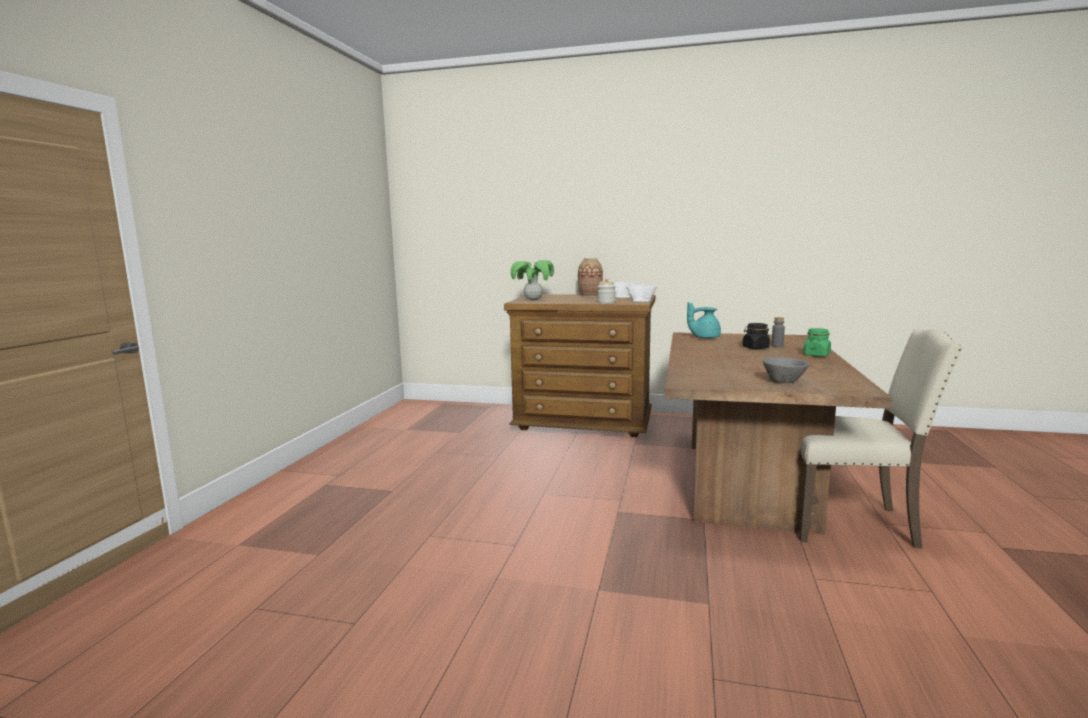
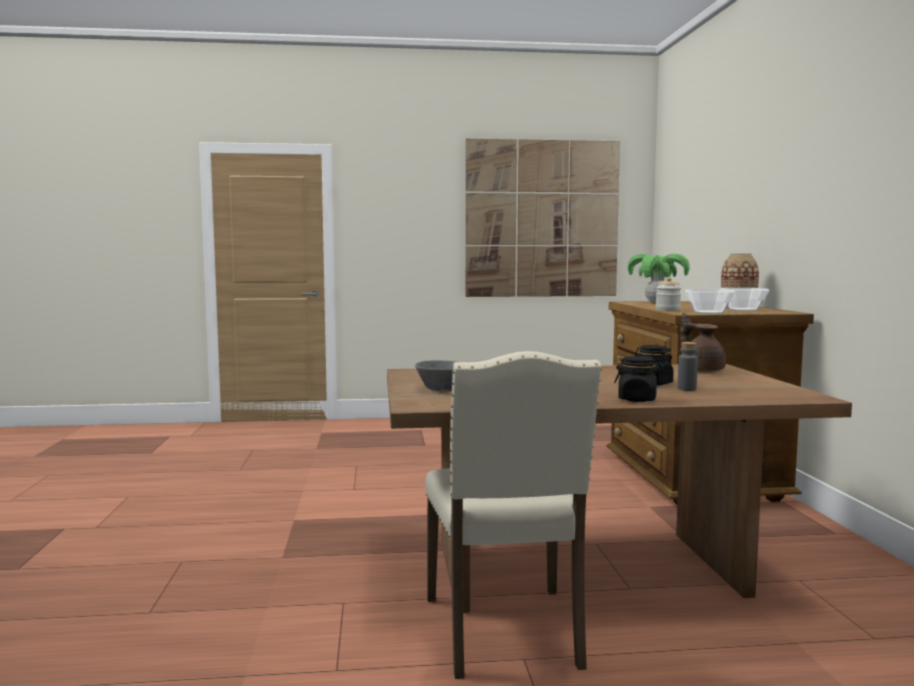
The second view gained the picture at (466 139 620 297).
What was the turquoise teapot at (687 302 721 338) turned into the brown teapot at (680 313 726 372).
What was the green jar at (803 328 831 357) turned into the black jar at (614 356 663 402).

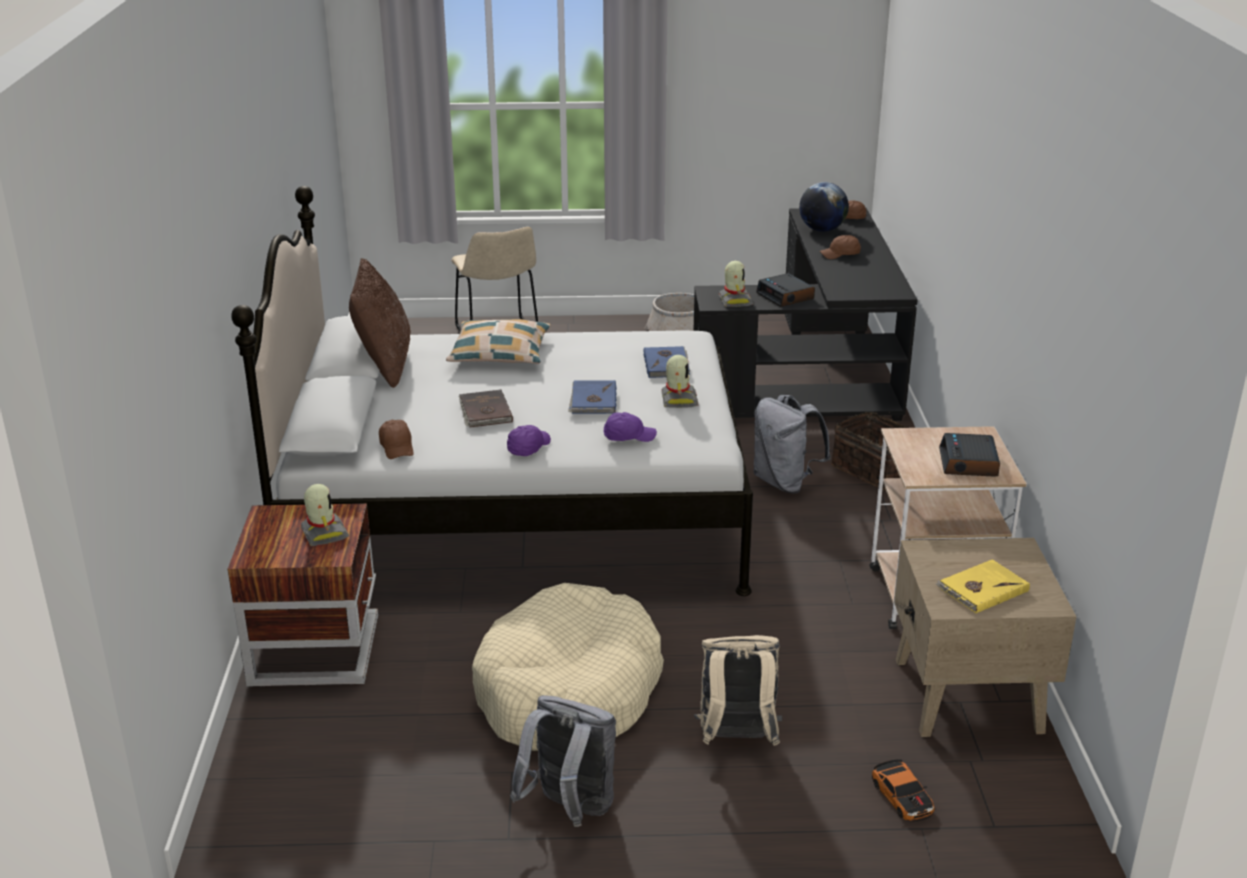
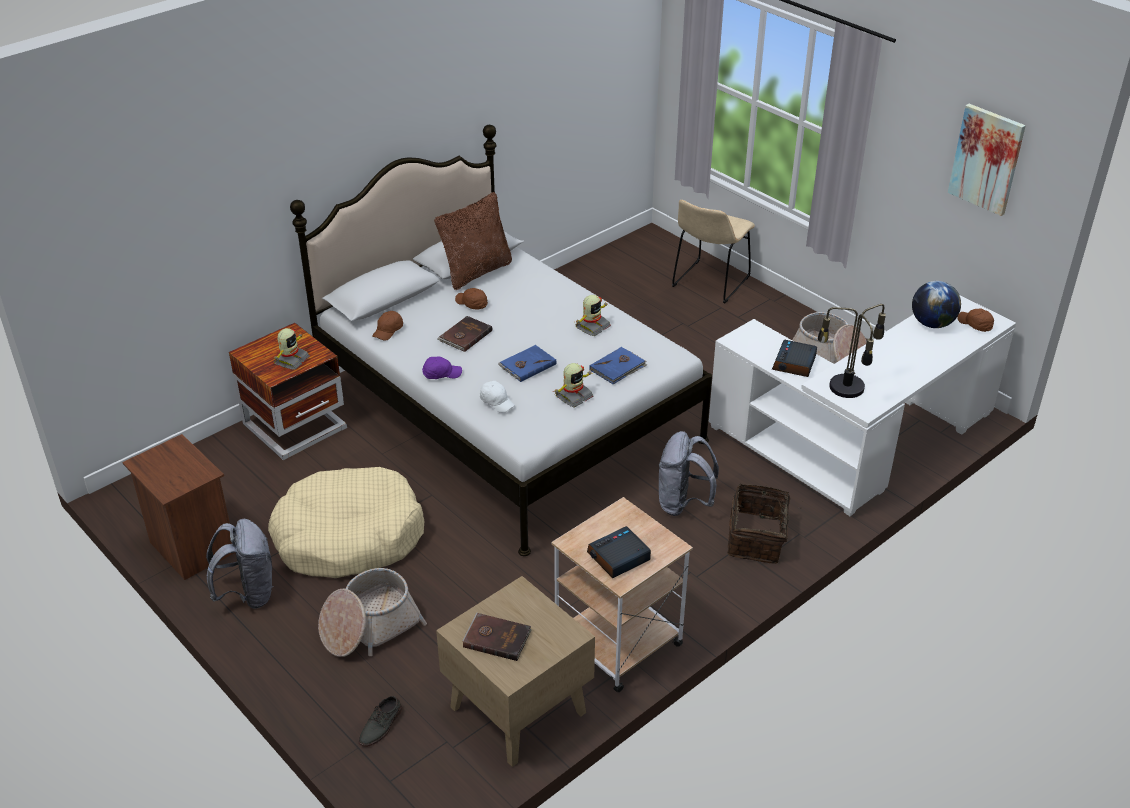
The second view lost the pillow at (446 319 551 364).
The second view gained the brown nightstand at (122 434 236 580).
The second view gained the table lamp at (818 304 886 398).
The second view gained the picture at (948 104 1026 216).
The toy robot ended up elsewhere, having gone from (719 261 754 307) to (575 295 611 336).
The brown cap ended up elsewhere, having gone from (820 235 861 259) to (455 288 488 310).
Where the beige backpack stood at (694 635 782 746), the basket came to stand at (318 568 427 657).
Where the toy car stood at (872 759 935 822), the grey shoe came to stand at (358 696 402 747).
What was the purple cap at (603 412 657 442) turned into the white cap at (480 381 515 413).
What was the black desk at (693 208 918 421) turned into the white desk at (709 295 1016 516).
What was the yellow book at (936 559 1030 613) turned into the brown book at (463 613 532 661).

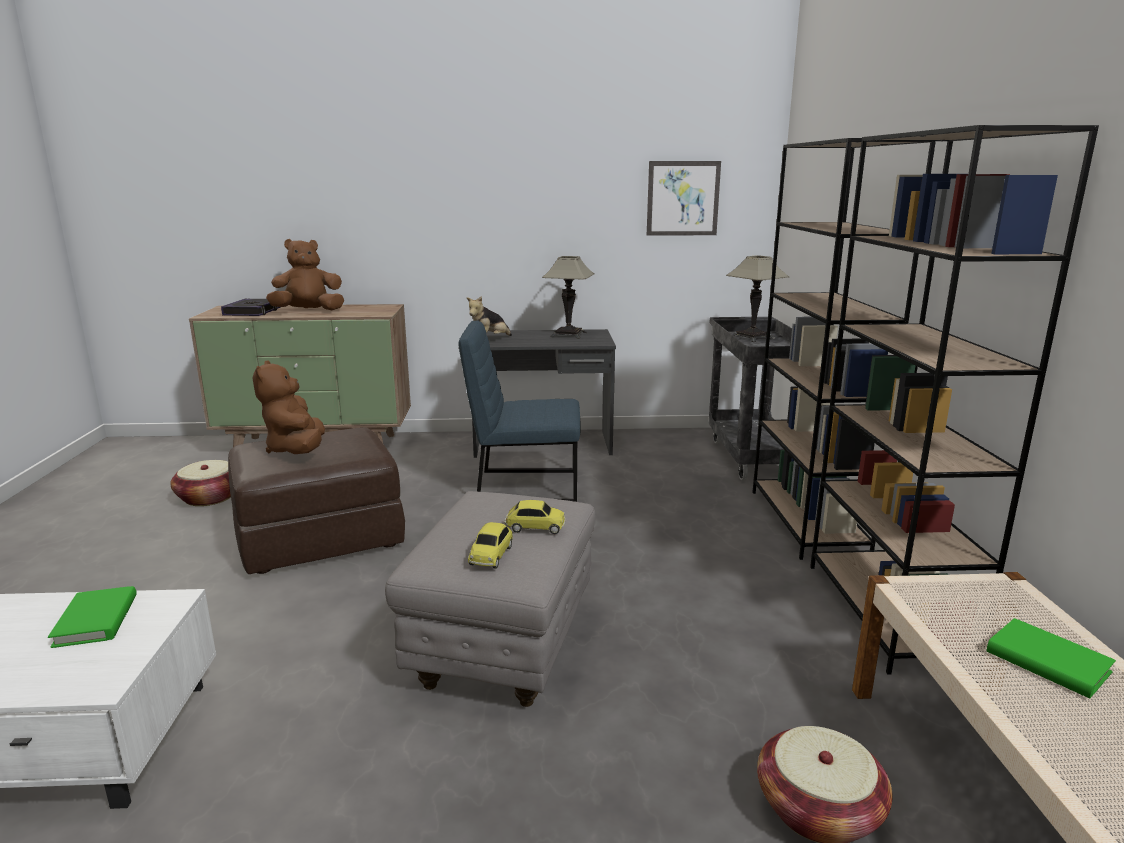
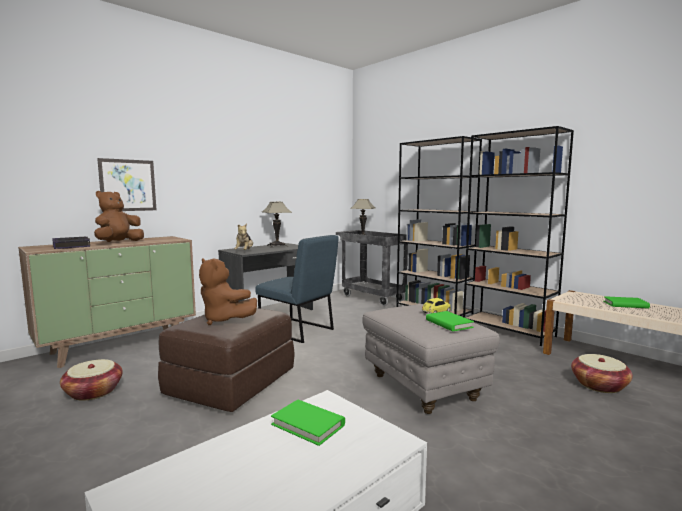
The picture ended up elsewhere, having gone from (647 161 721 236) to (97 158 156 212).
Where the toy car stood at (468 522 513 569), the green book came to stand at (426 311 474 331).
The blue chair at (459 320 581 502) ended up facing another way, 105 degrees counterclockwise from before.

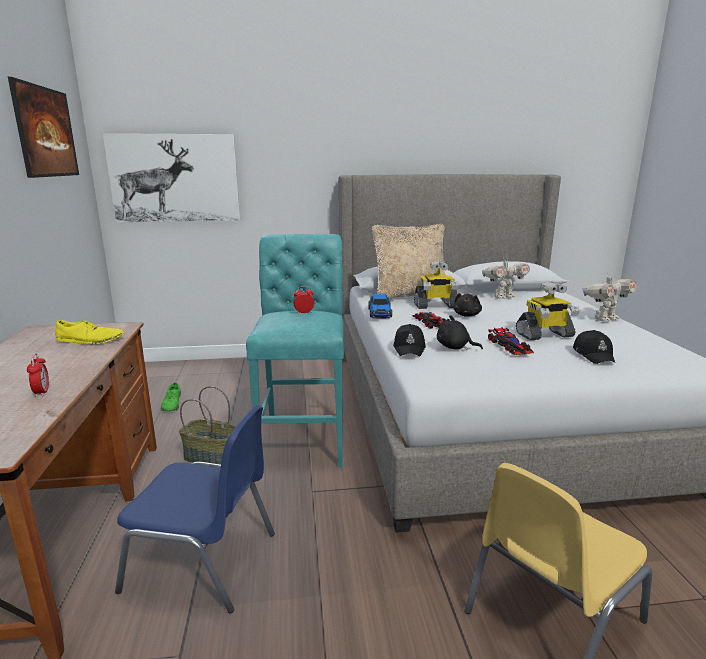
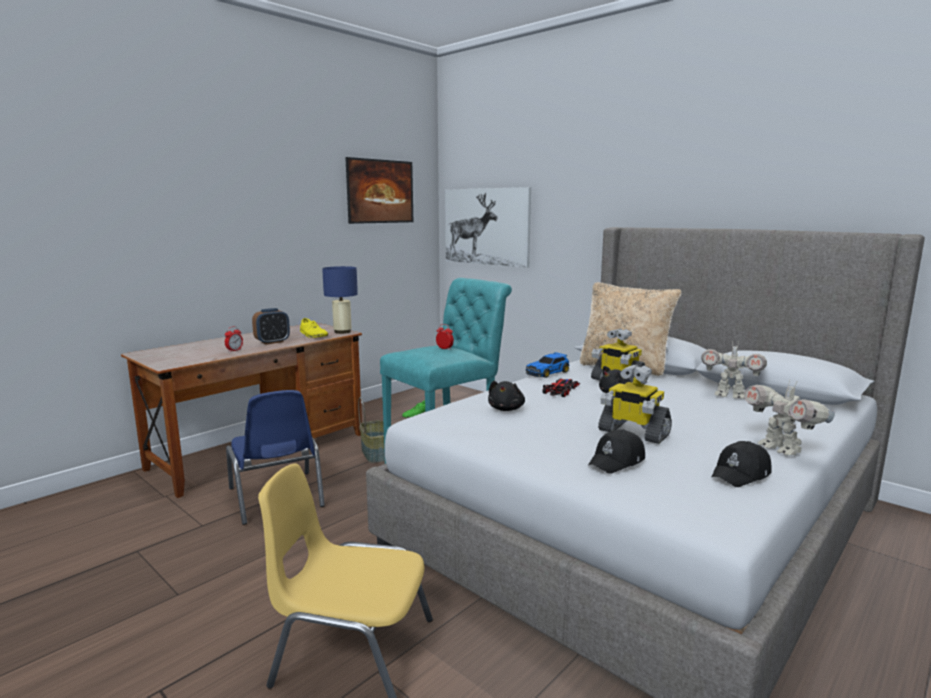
The second view lost the toy car at (488 327 534 355).
The second view gained the alarm clock at (252 308 290 345).
The second view gained the blue table lamp at (322 266 358 334).
The black cap ended up elsewhere, having gone from (393 324 426 356) to (711 441 772 487).
The black plush toy at (437 315 483 350) ended up facing another way, 150 degrees counterclockwise from before.
The toy robot at (582 272 637 322) ended up facing another way, 45 degrees clockwise from before.

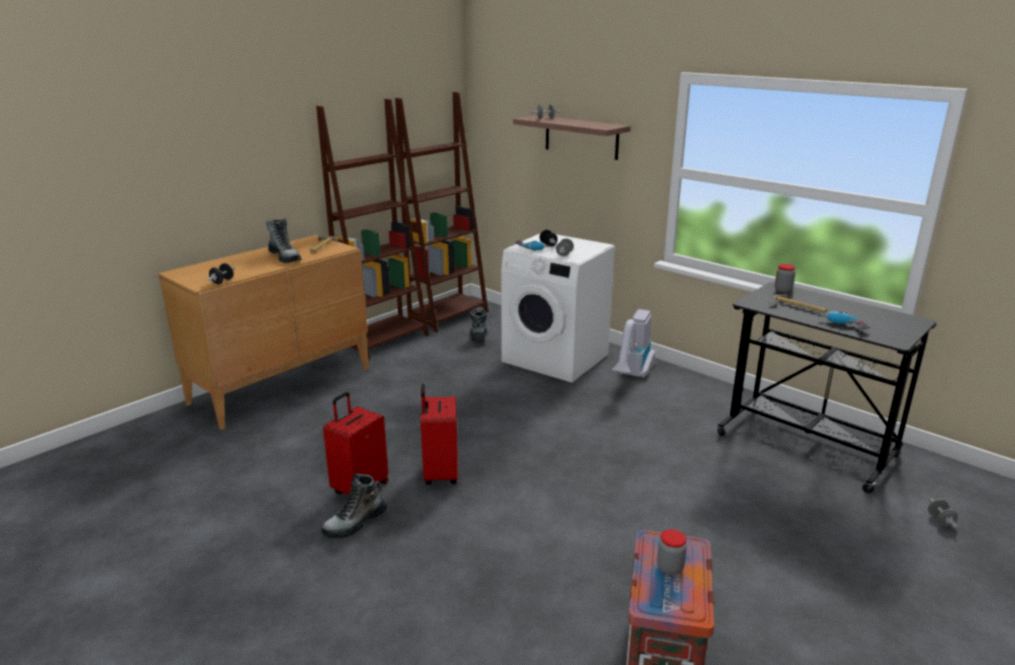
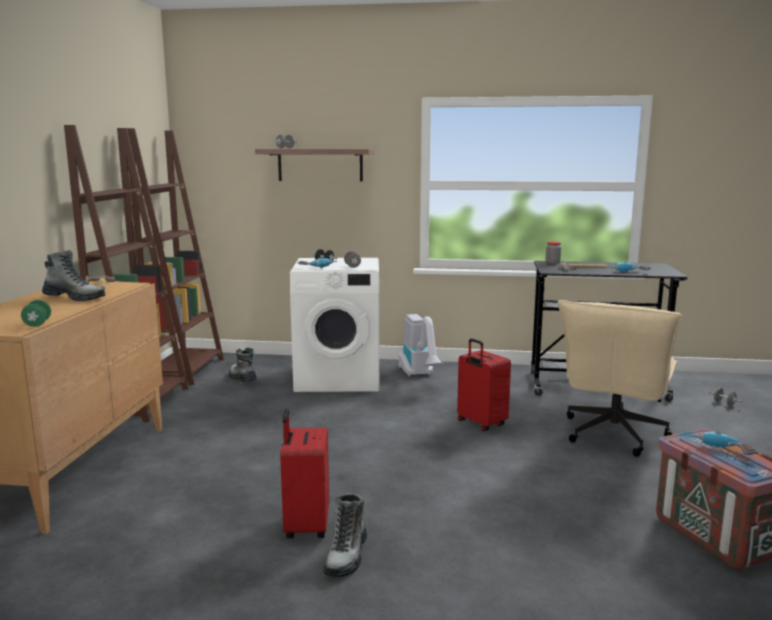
The second view gained the beige office chair at (557 300 682 457).
The red suitcase ended up elsewhere, having gone from (420 384 458 485) to (457 338 511 431).
Where the jar stood at (657 529 687 575), the power drill came to stand at (688 431 758 455).
What was the black dumbbell at (207 263 235 284) turned into the green dumbbell at (21 300 51 327).

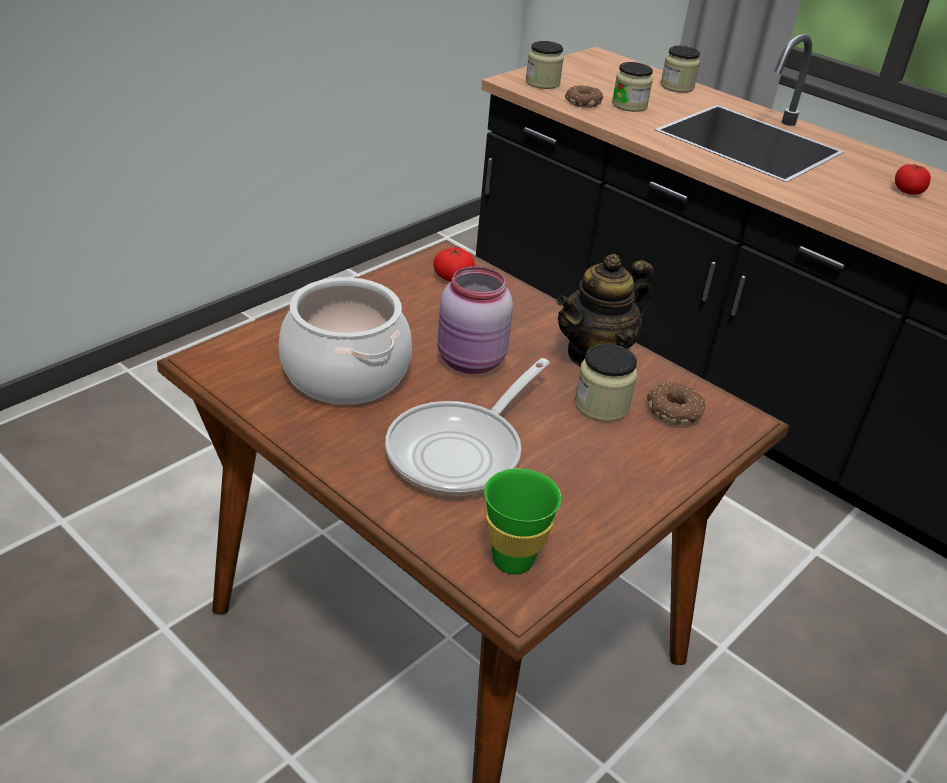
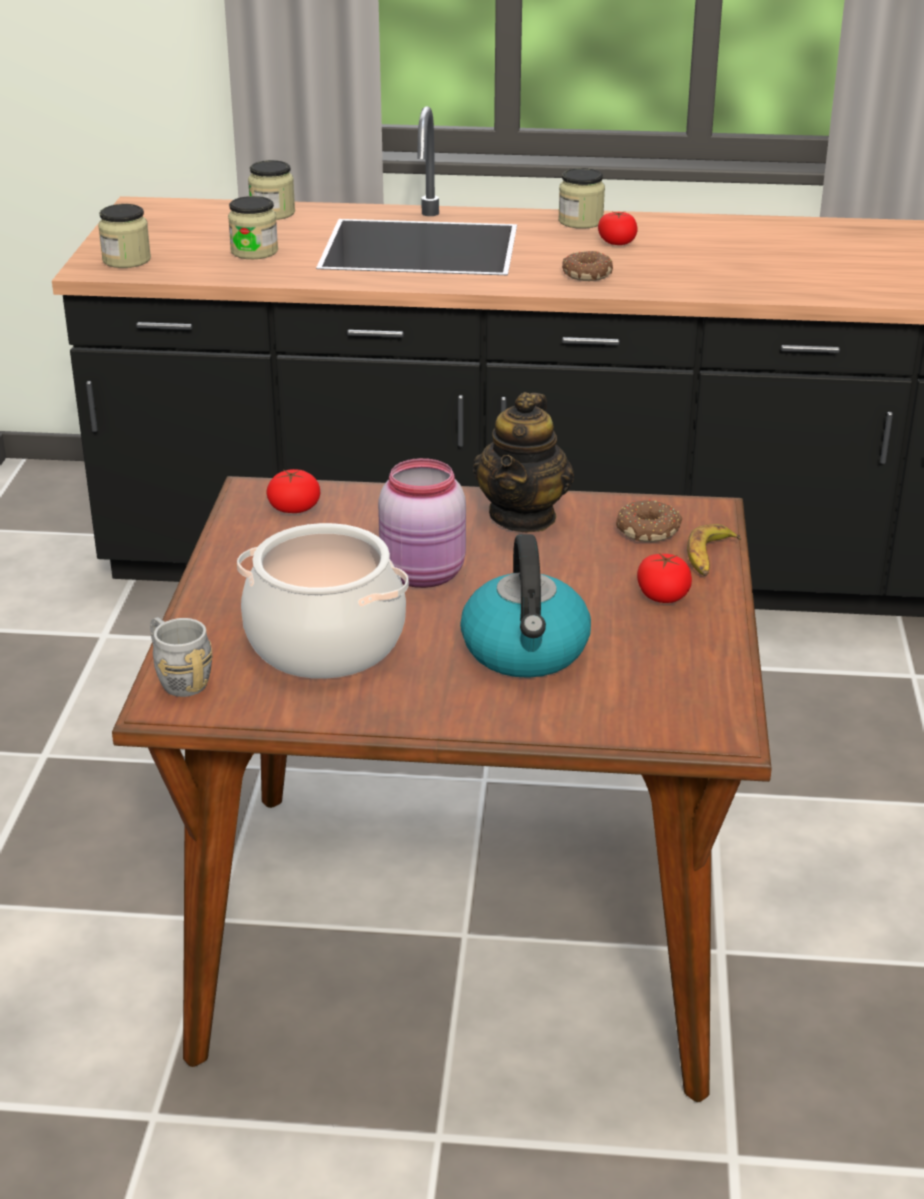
The second view lost the green cup at (484 468 561 574).
The second view gained the grey mug at (150 617 213 697).
The second view gained the tomato at (637 552 692 603).
The second view gained the banana at (687 524 741 576).
The donut ended up elsewhere, having gone from (565 85 603 108) to (562 251 613 281).
The jar ended up elsewhere, having gone from (575 344 637 422) to (558 168 605 229).
Where the frying pan stood at (385 358 550 496), the kettle came to stand at (460 534 591 678).

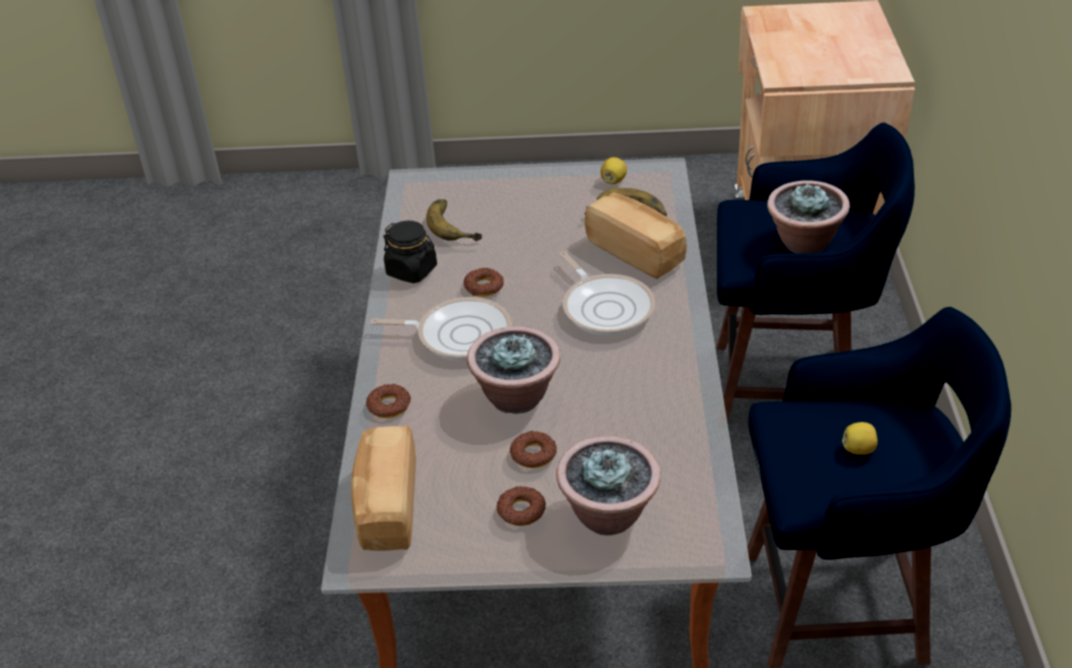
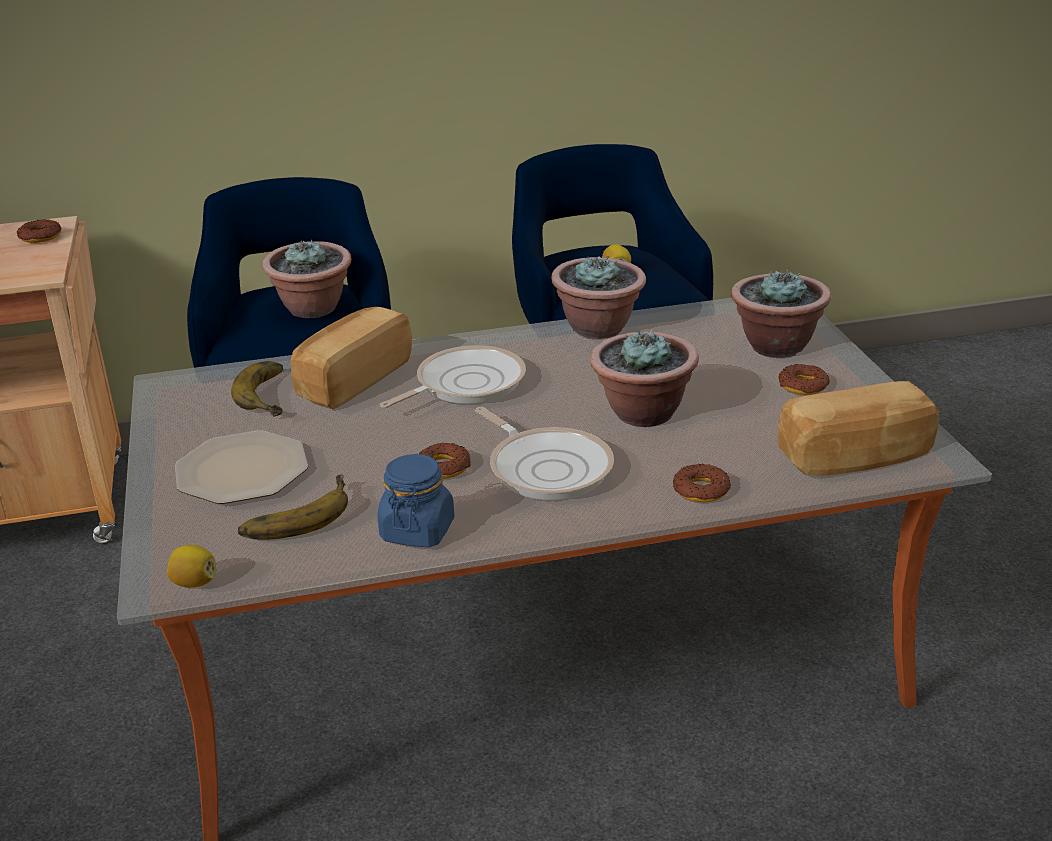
The second view gained the plate at (175 431 308 504).
The second view gained the potted plant at (551 256 646 339).
The donut ended up elsewhere, having gone from (510 431 557 468) to (17 219 61 243).
The lemon ended up elsewhere, having gone from (601 157 627 184) to (167 545 216 587).
What was the black jar at (383 221 437 283) turned into the blue jar at (377 454 454 547).
The frying pan at (370 297 511 361) ended up facing another way, 150 degrees clockwise from before.

